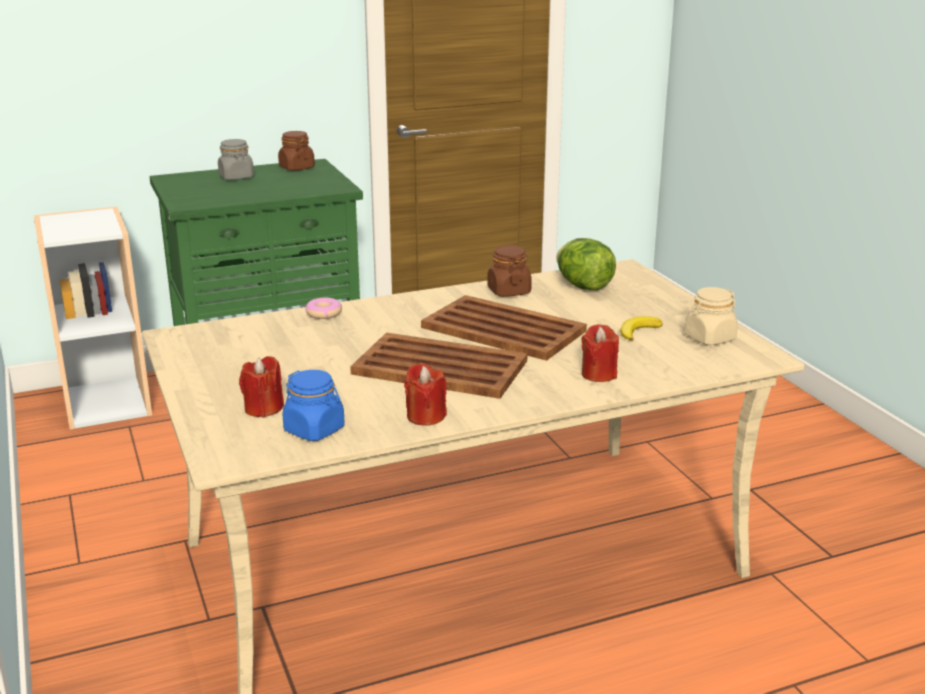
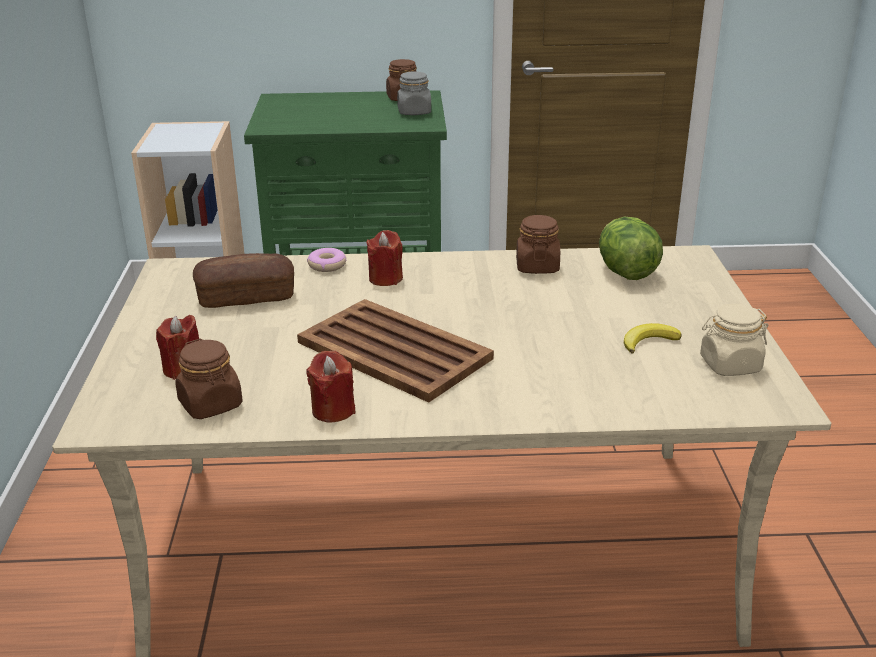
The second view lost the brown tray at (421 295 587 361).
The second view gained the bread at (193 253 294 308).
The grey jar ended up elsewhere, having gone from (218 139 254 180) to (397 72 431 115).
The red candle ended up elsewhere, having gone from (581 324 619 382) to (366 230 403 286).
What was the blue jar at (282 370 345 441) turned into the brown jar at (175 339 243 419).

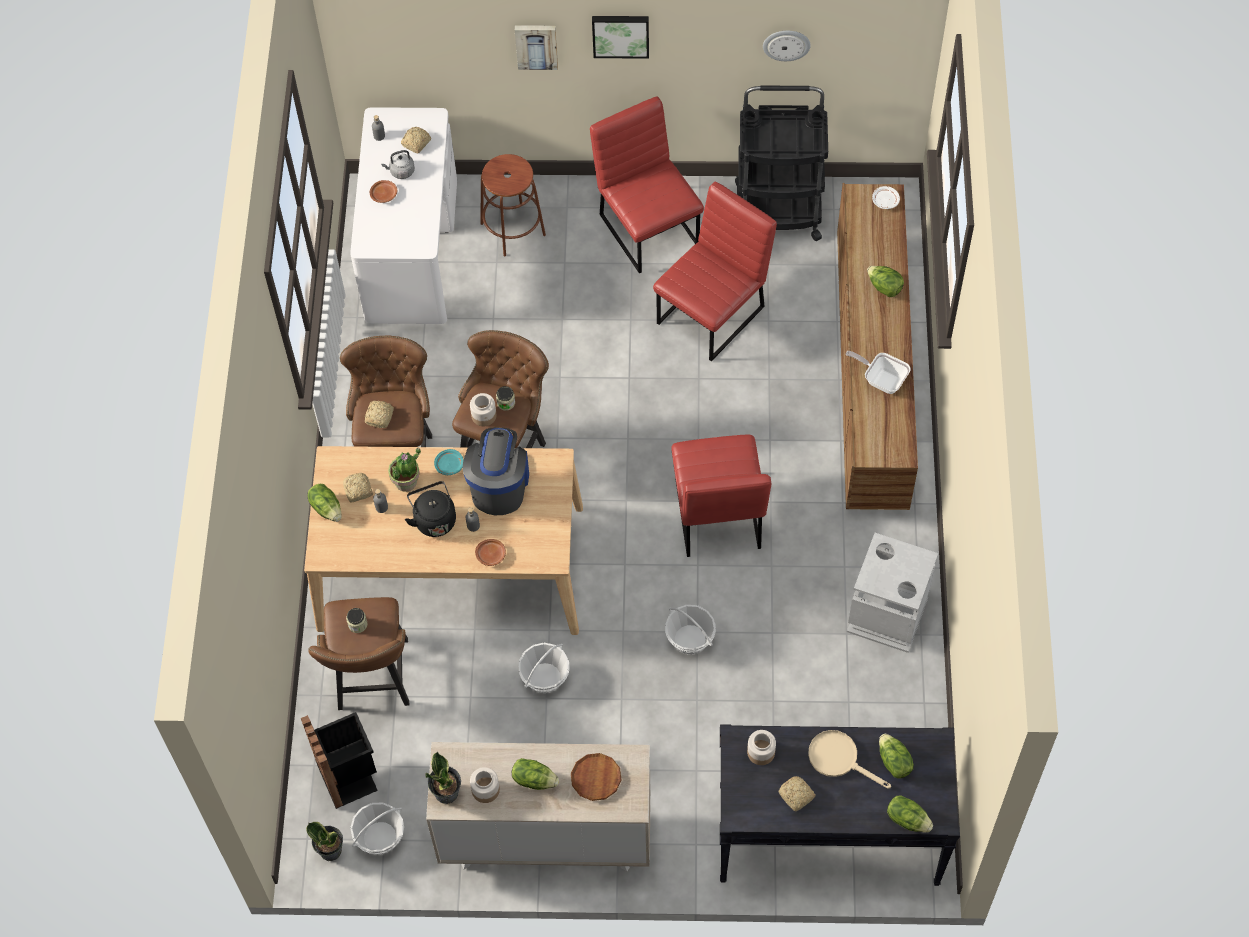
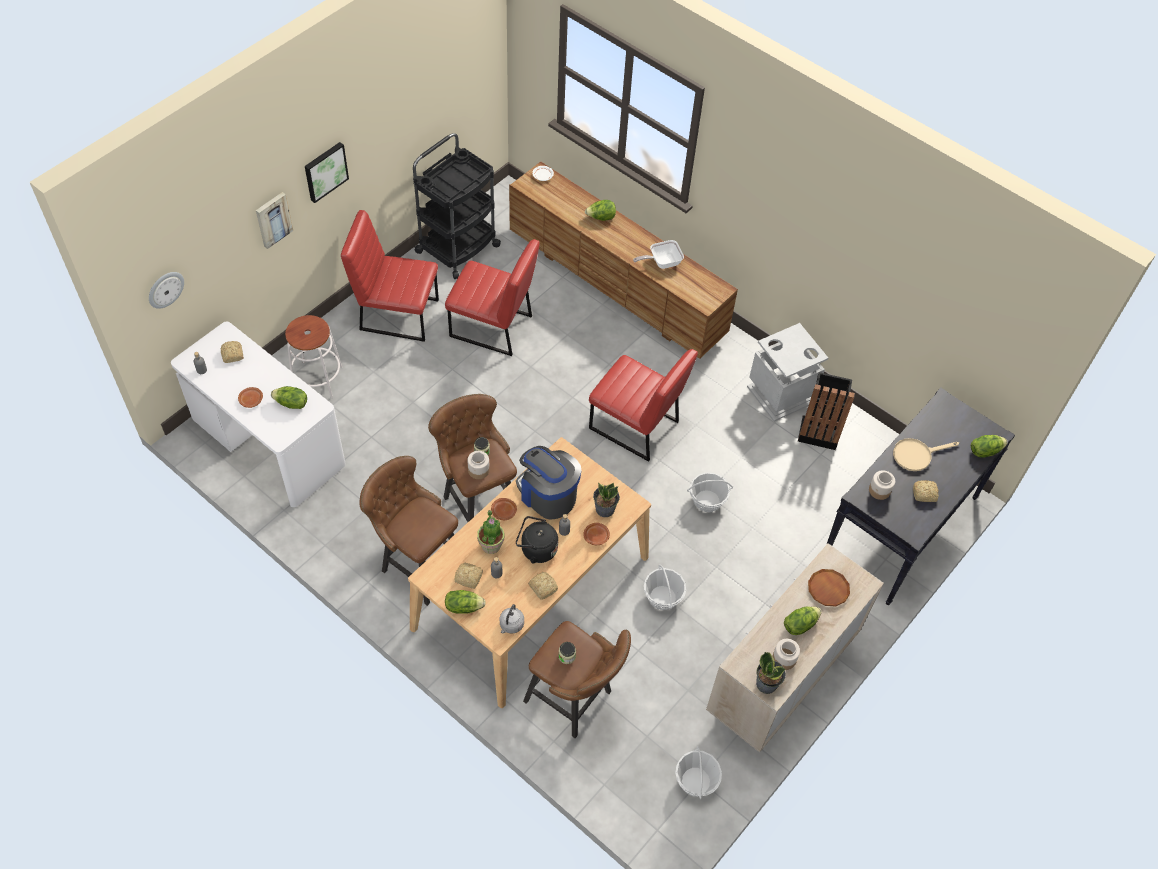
The black trash can ended up elsewhere, having gone from (301 712 378 809) to (798 372 855 450).
The potted plant ended up elsewhere, having gone from (306 822 343 861) to (593 482 620 517).
The bread ended up elsewhere, having gone from (365 401 394 428) to (528 572 558 600).
The grey kettle ended up elsewhere, having gone from (381 150 415 179) to (500 604 524 634).
The wall clock ended up elsewhere, having gone from (763 31 811 61) to (149 272 184 309).
The lettuce ended up elsewhere, having gone from (879 733 914 779) to (271 386 307 409).
What was the turquoise plate at (434 449 464 475) turned into the brown plate at (491 498 517 520).
What was the brown stool at (480 154 546 257) turned into the white stool at (285 315 342 399).
The red chair at (653 182 777 361) ended up facing another way, 120 degrees clockwise from before.

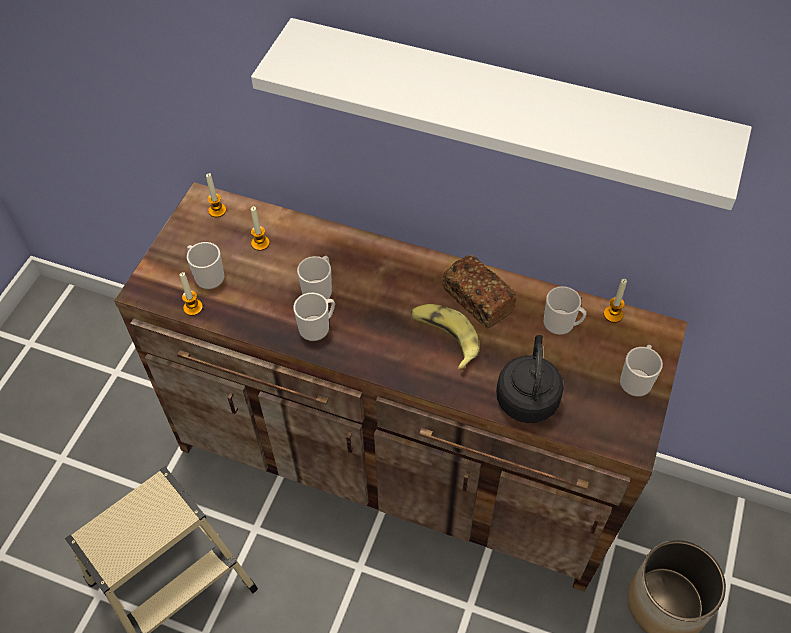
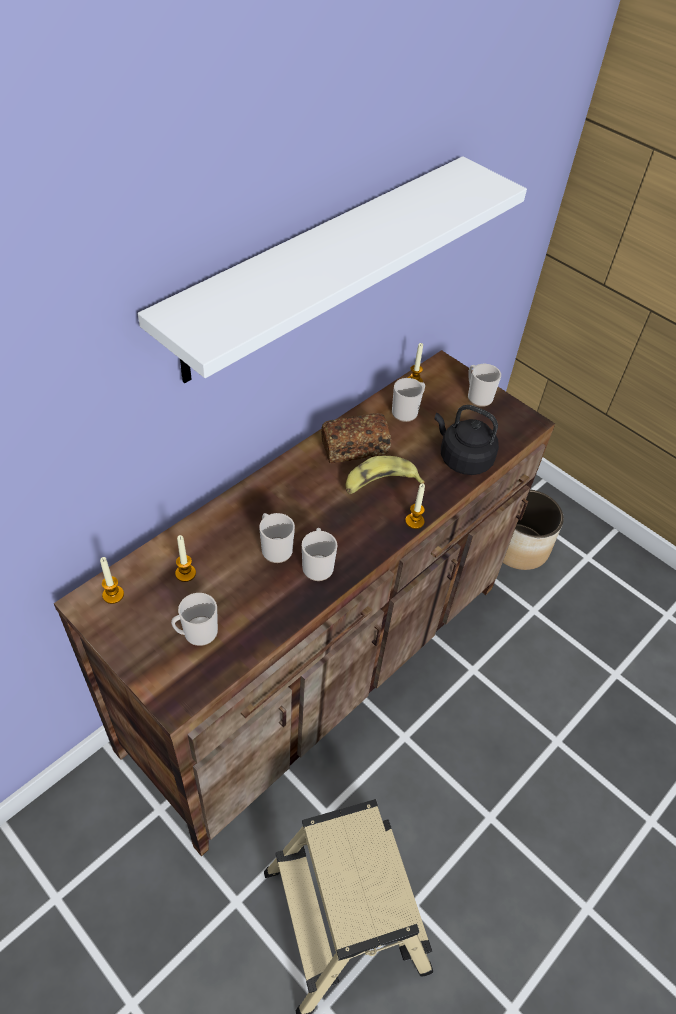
The candle ended up elsewhere, having gone from (180 272 203 316) to (405 483 425 529).

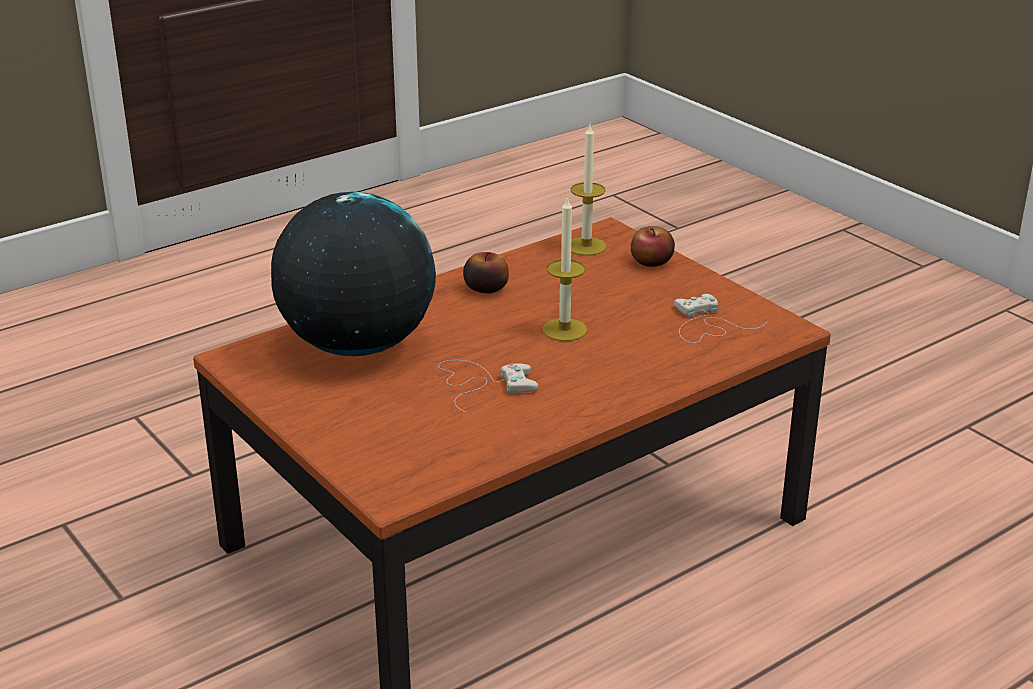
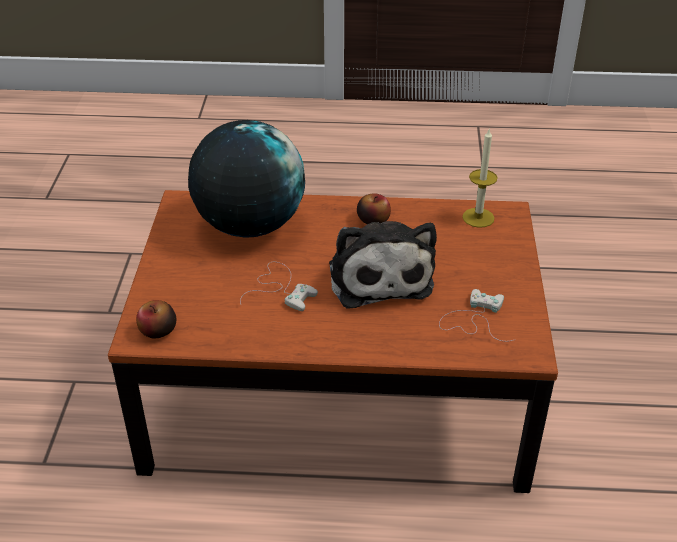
The apple ended up elsewhere, having gone from (631 226 675 267) to (136 300 176 338).
Where the candle stood at (542 196 587 341), the plush toy came to stand at (329 221 437 309).

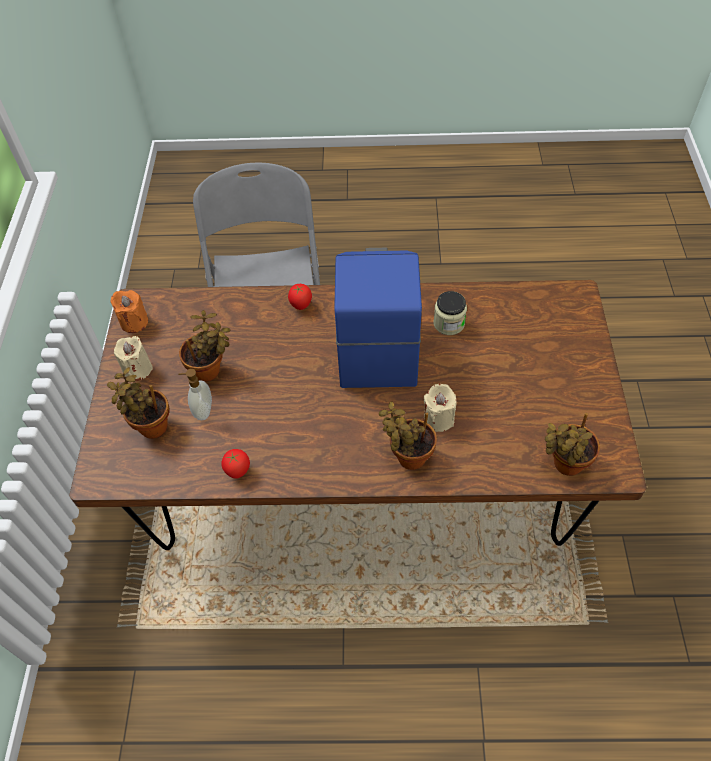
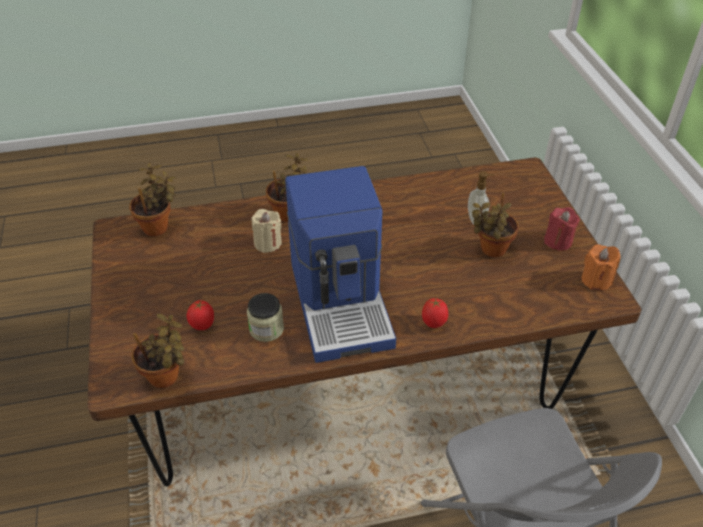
The potted plant ended up elsewhere, having gone from (107 367 169 439) to (132 314 185 388).
The tomato ended up elsewhere, having gone from (221 449 250 479) to (187 300 214 330).
What was the beige candle at (114 336 153 381) turned into the red candle at (544 207 580 251).

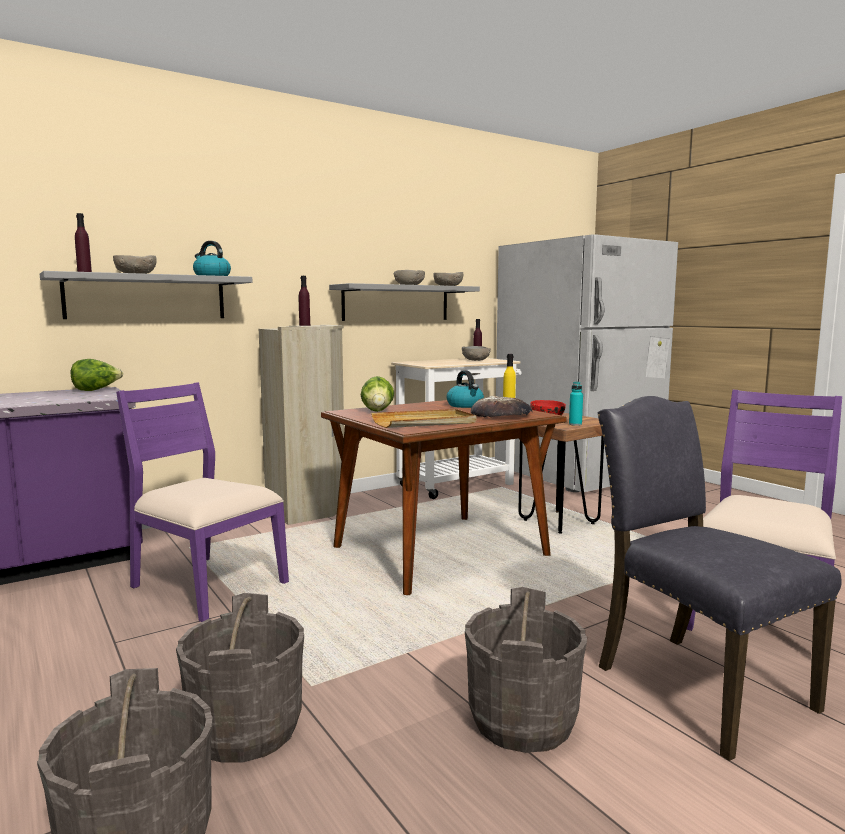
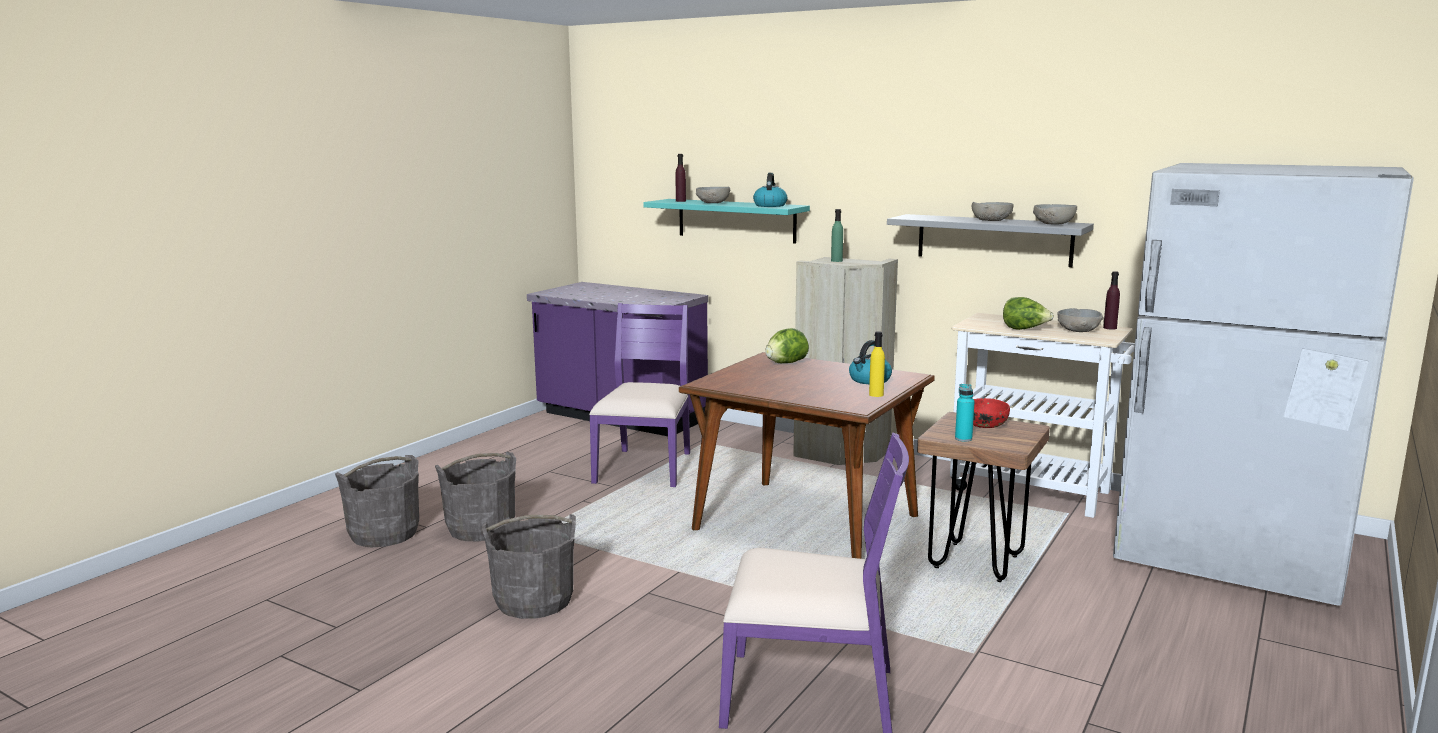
The second view lost the beige tray at (371 409 477 428).
The second view lost the bread at (471 396 533 417).
The second view lost the grey chair at (598 396 842 761).
The lettuce ended up elsewhere, having gone from (71 359 123 391) to (1003 297 1054 330).
What was the grey shelf at (40 271 253 319) turned into the turquoise shelf at (643 199 810 244).
What was the purple bottle at (299 276 310 326) turned into the green bottle at (831 209 843 262).

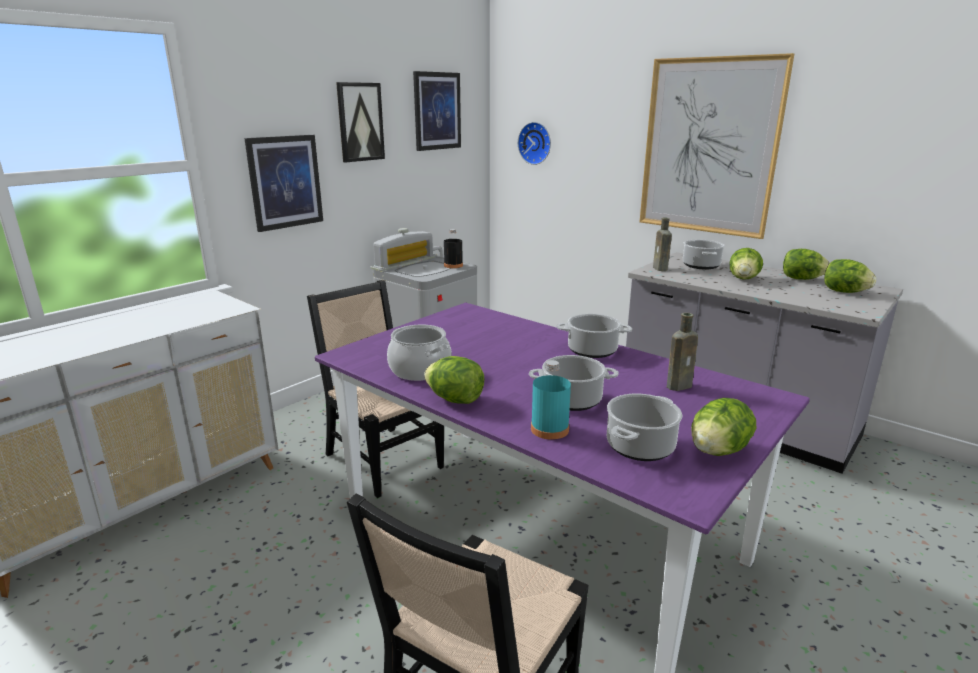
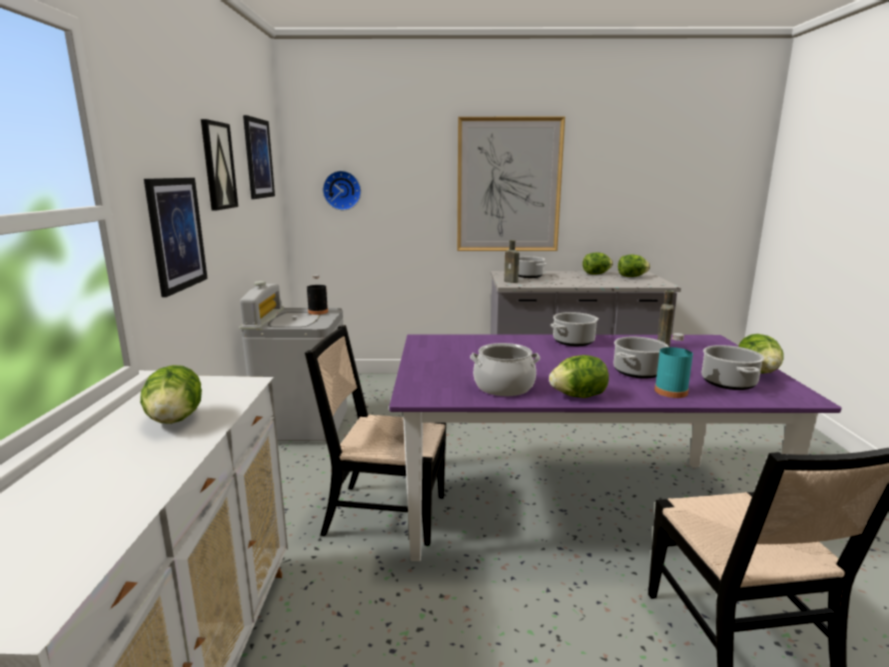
The lettuce ended up elsewhere, having gone from (729 248 763 280) to (140 365 202 424).

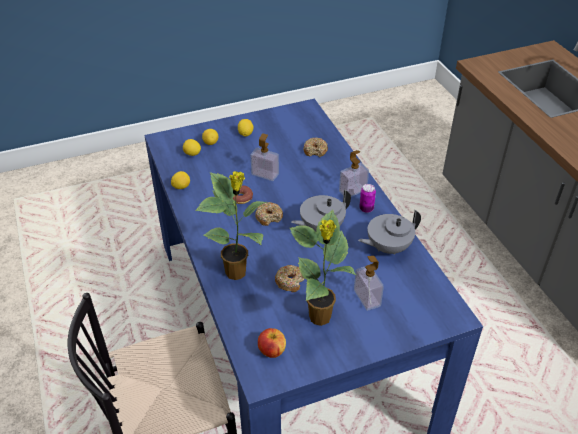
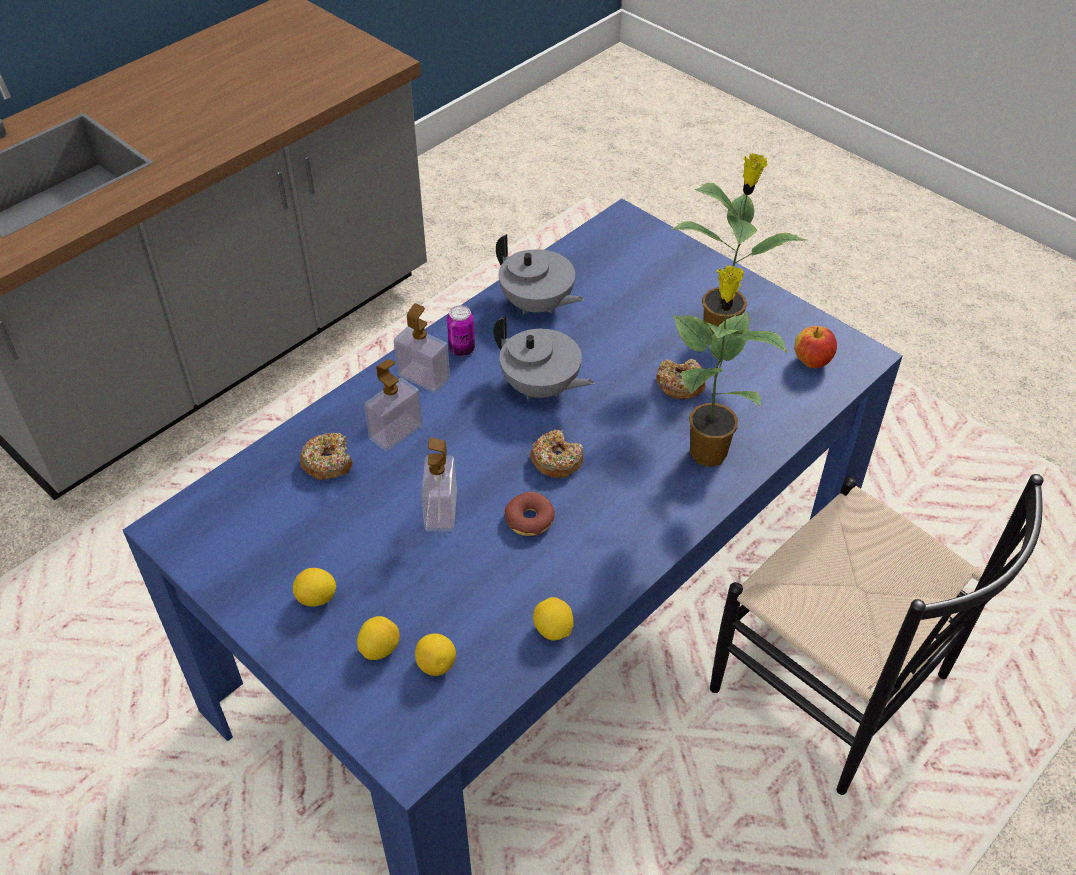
The soap dispenser ended up elsewhere, having gone from (354 256 384 311) to (364 359 423 451).

